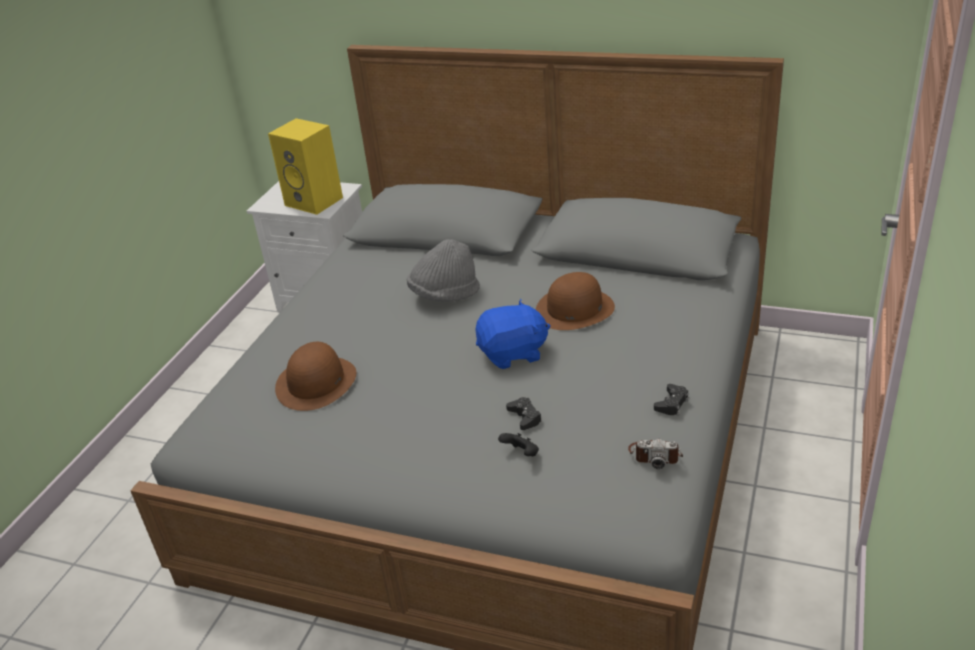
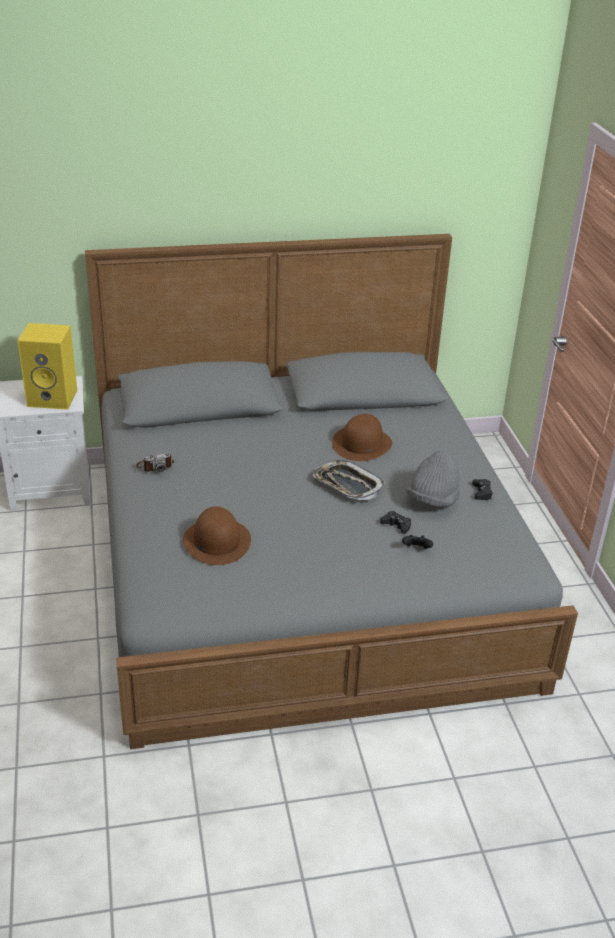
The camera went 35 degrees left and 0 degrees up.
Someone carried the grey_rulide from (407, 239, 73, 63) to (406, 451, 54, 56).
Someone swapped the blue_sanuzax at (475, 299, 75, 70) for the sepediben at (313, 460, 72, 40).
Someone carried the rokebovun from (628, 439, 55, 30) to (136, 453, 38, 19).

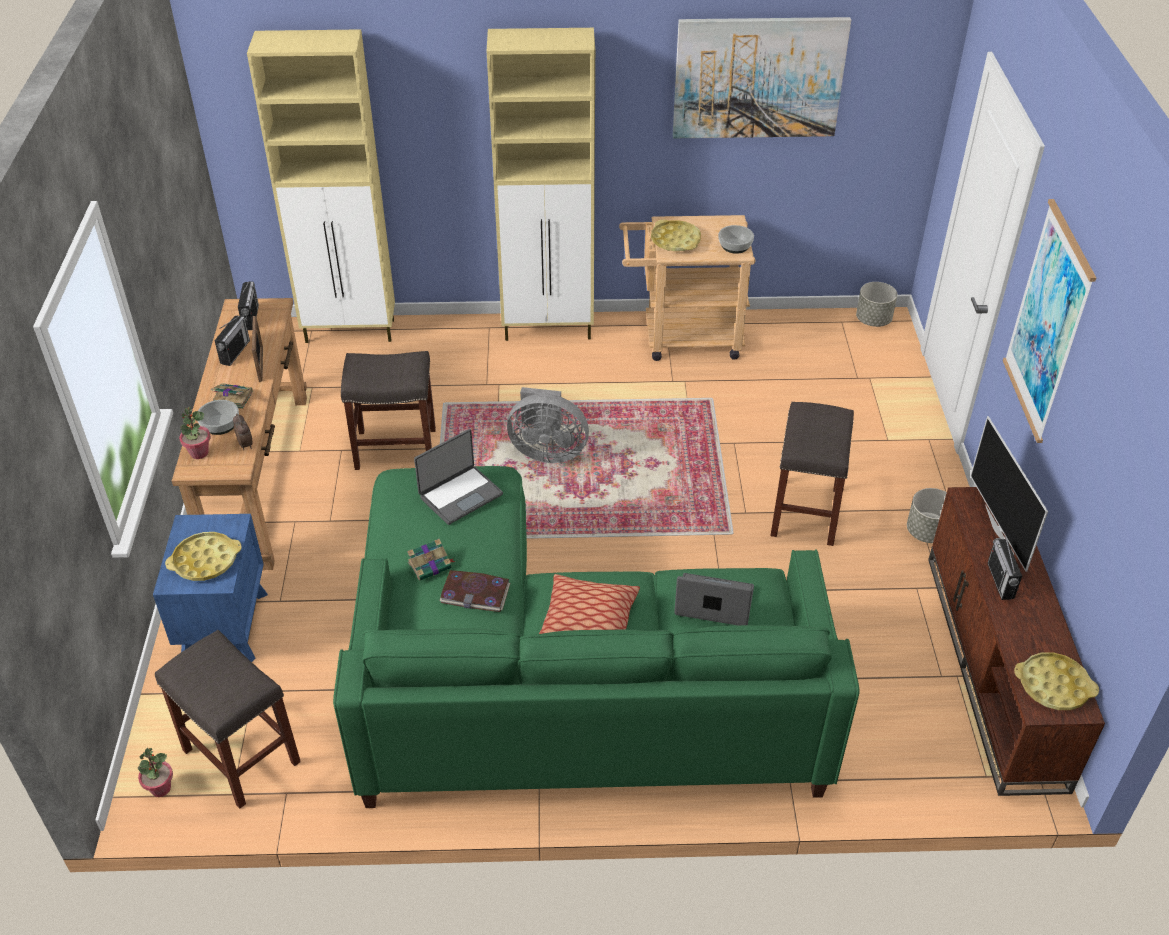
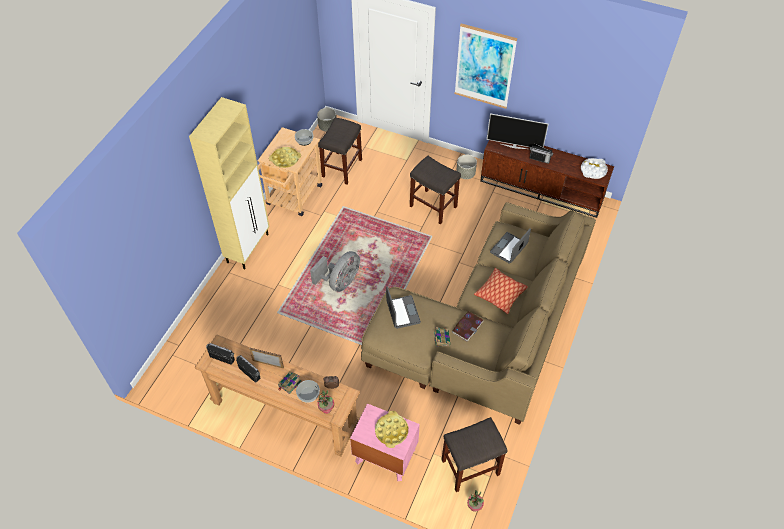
The camera went 65 degrees left and 10 degrees up.
Someone took away the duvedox at (673, 17, 178, 121).
Someone took away the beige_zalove at (247, 29, 148, 314).
Someone carried the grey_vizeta from (341, 351, 95, 119) to (318, 117, 44, 67).
Someone repainted the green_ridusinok at (333, 466, 526, 342), which became the beige_ridusinok at (361, 202, 235, 223).
Someone repainted the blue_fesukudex at (153, 514, 115, 148), which became the pink_fesukudex at (350, 403, 70, 78).
Someone repainted the yellow_sepediben at (1014, 652, 85, 58), which became the white_sepediben at (581, 158, 27, 21).

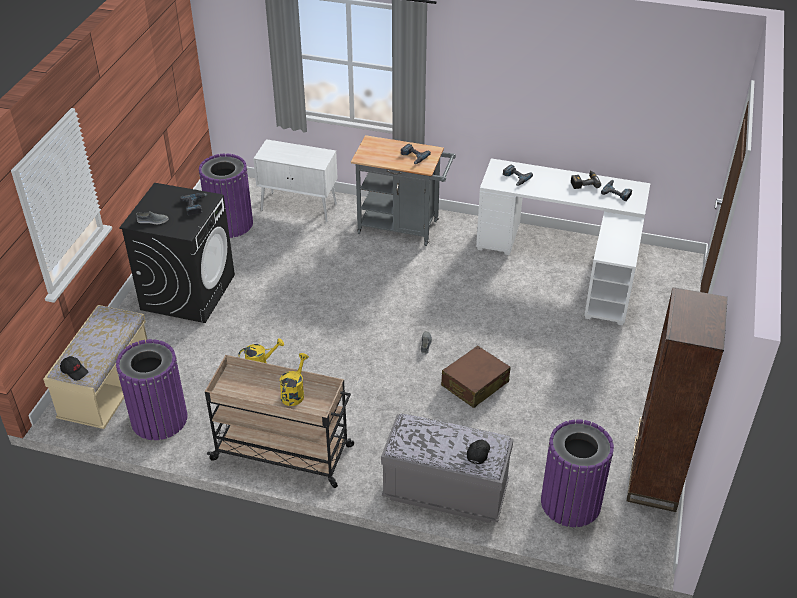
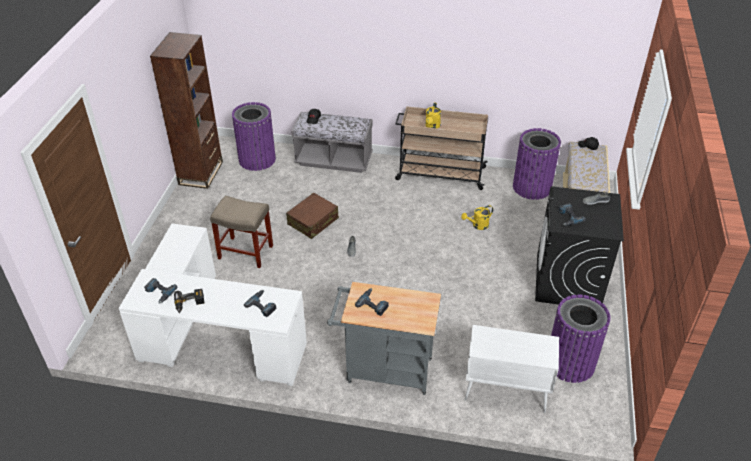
The camera went 175 degrees right and 0 degrees up.
Someone put down the beige_vizeta at (210, 195, 63, 73).

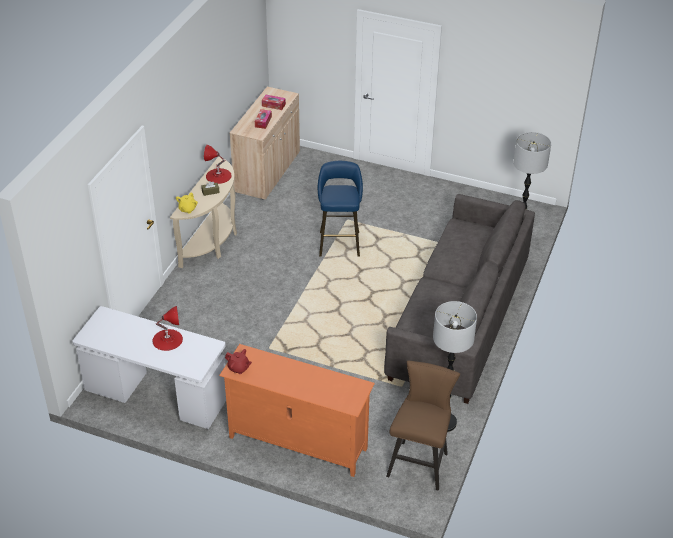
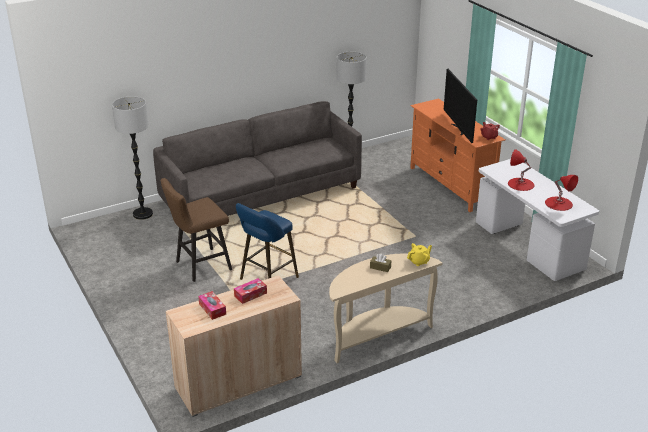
The camera went 140 degrees left and 10 degrees down.
Someone carried the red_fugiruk from (204, 145, 28, 39) to (545, 175, 33, 36).
Someone carried the brown_vizeta from (386, 361, 74, 130) to (161, 178, 71, 104).
Someone put down the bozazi at (444, 69, 33, 74).

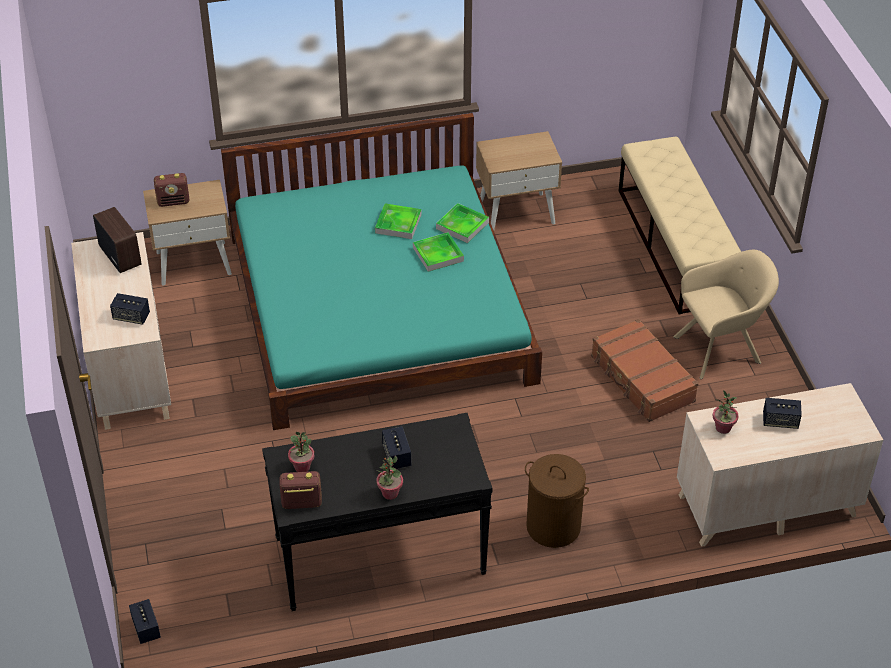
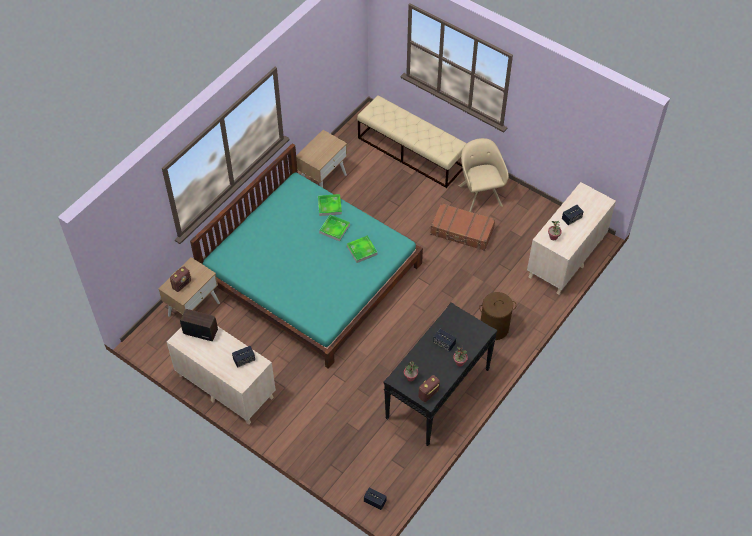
The camera went 40 degrees left and 10 degrees up.
Someone carried the sepediben from (375, 204, 47, 35) to (347, 236, 31, 27).
Someone rotated the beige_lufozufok at (673, 250, 106, 129) by 45 degrees counterclockwise.

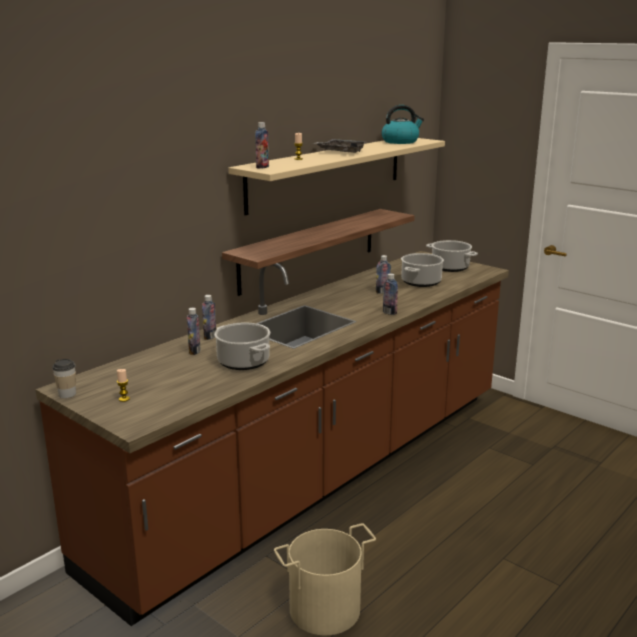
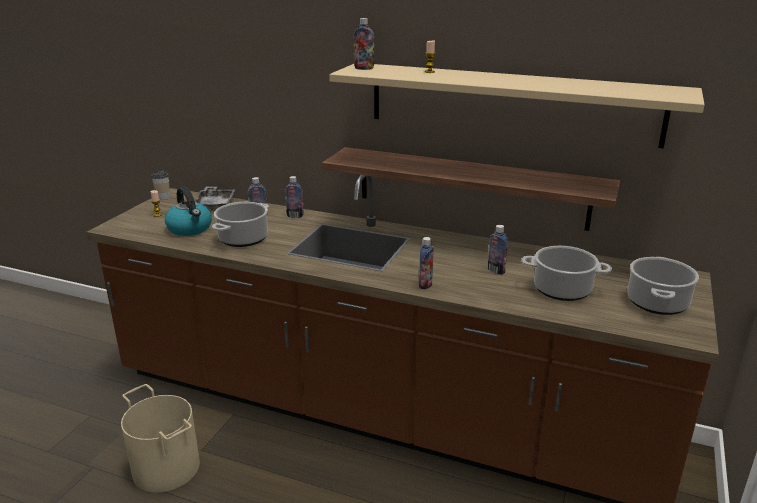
The camera went 70 degrees right and 5 degrees up.
Someone carried the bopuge from (381, 105, 43, 39) to (165, 187, 47, 49).
Someone carried the grey_sepediben from (314, 139, 52, 14) to (195, 186, 41, 25).

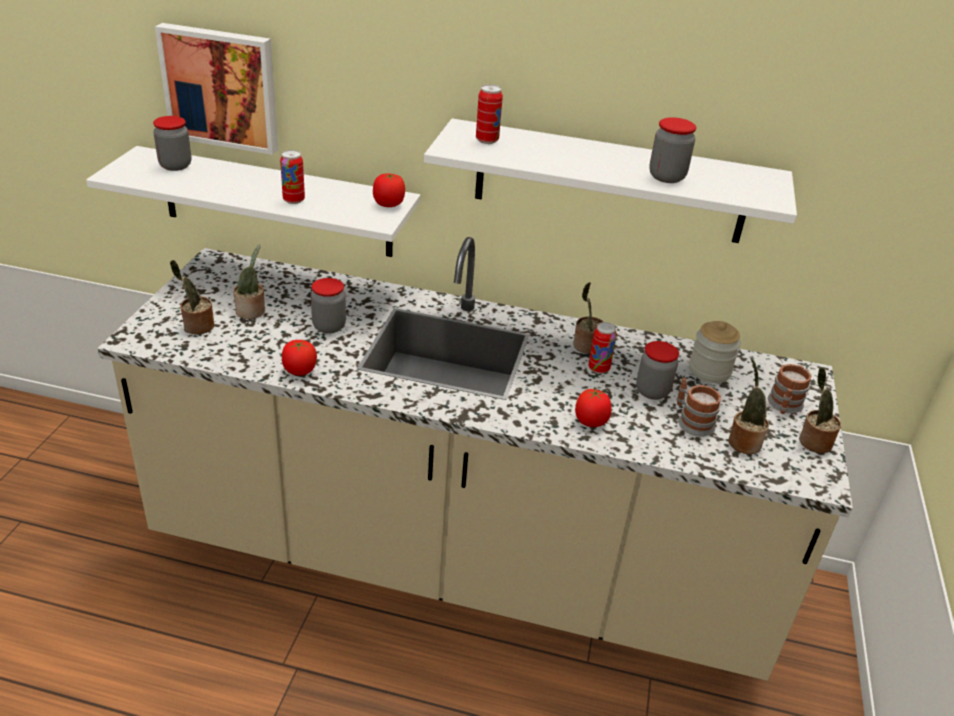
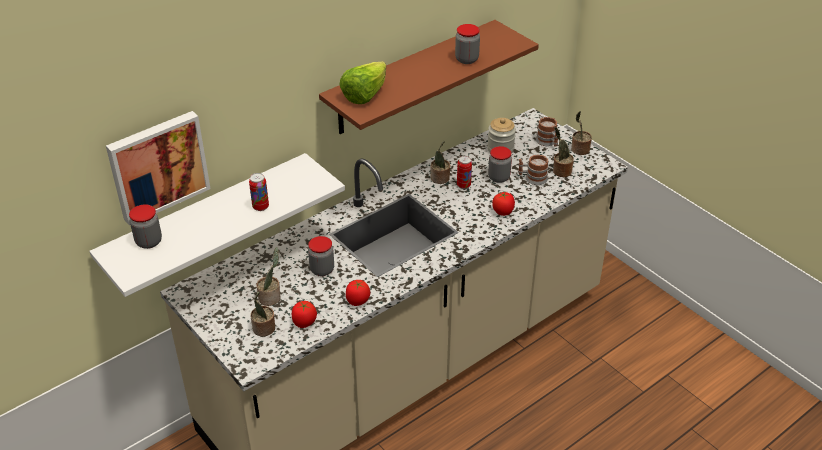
The camera went 50 degrees left and 5 degrees up.
Someone swapped the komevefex at (476, 85, 27, 59) for the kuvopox at (339, 61, 47, 43).
Someone repainted the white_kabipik at (424, 118, 373, 125), which became the brown_kabipik at (319, 20, 220, 114).
Someone carried the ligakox from (373, 173, 32, 34) to (292, 301, 25, 27).

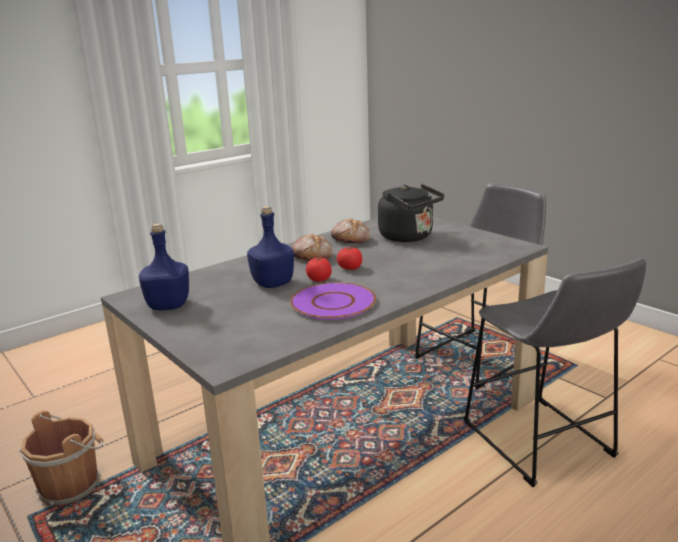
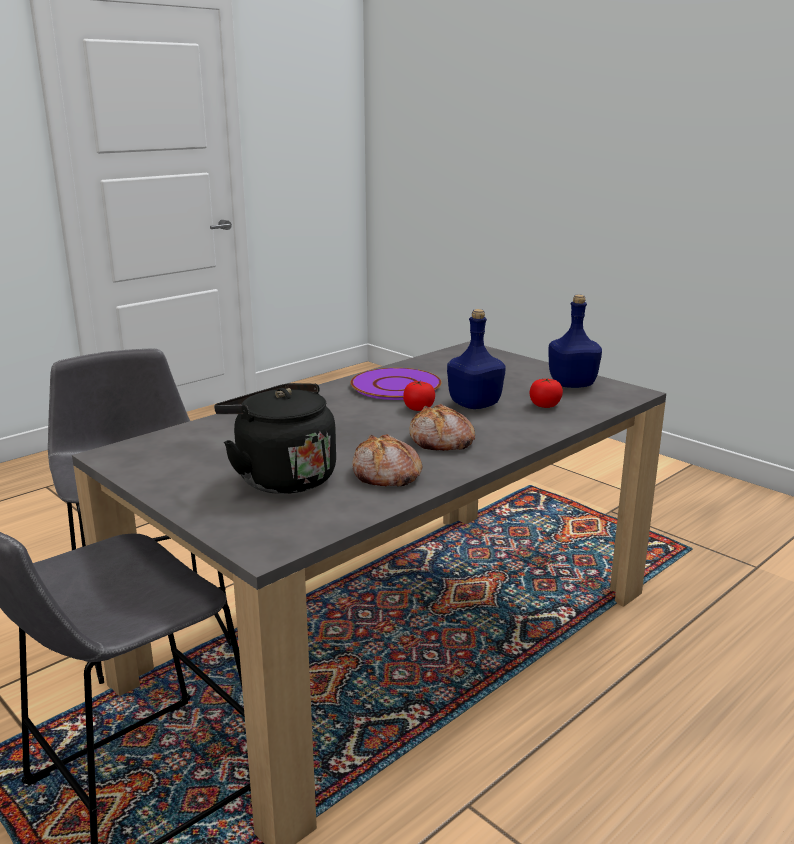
The camera went 175 degrees right and 0 degrees up.
Someone carried the ligakox from (337, 247, 25, 23) to (530, 378, 33, 30).
Someone took away the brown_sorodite at (19, 410, 84, 96).

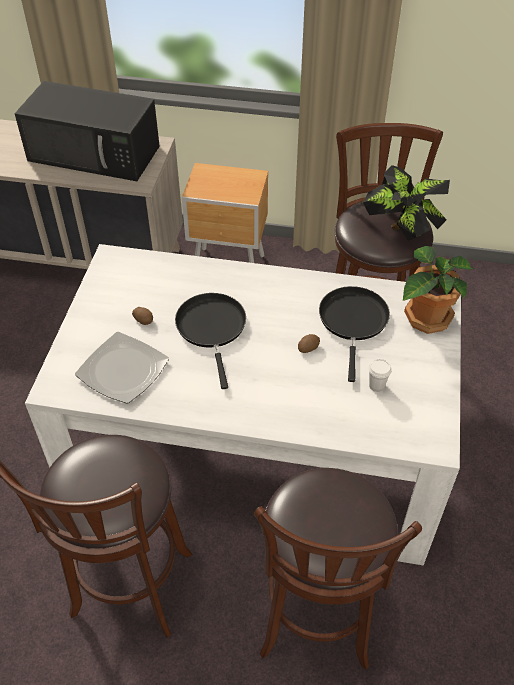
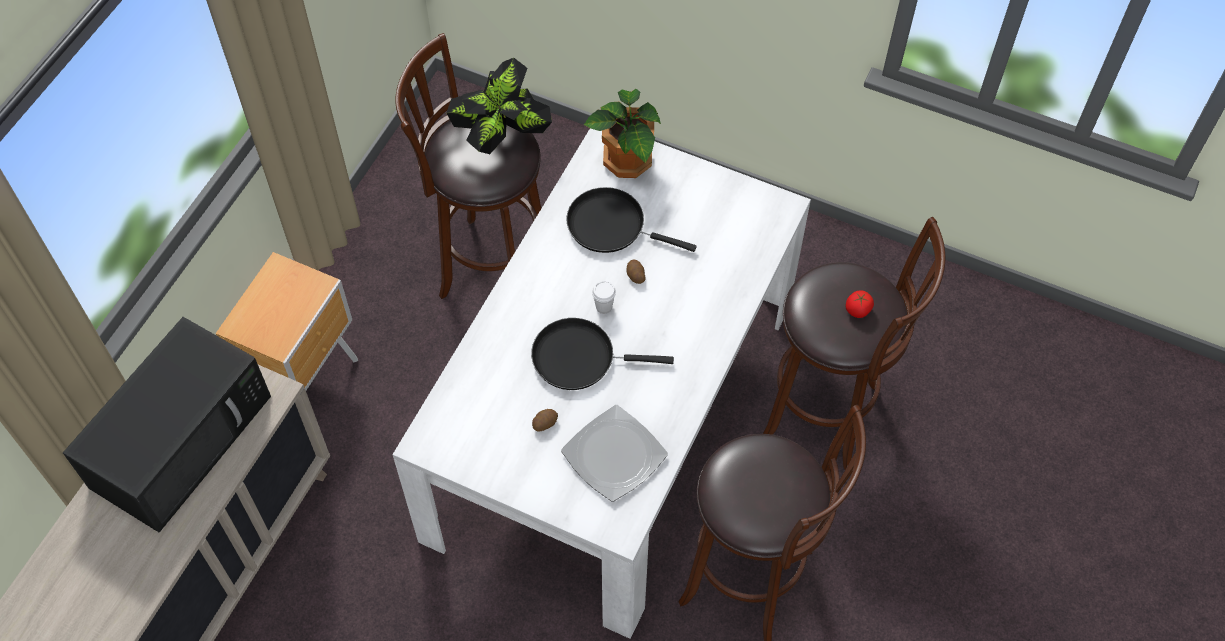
The camera went 75 degrees left and 10 degrees up.
Someone carried the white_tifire from (368, 358, 24, 34) to (592, 281, 24, 33).
Someone put down the ligakox at (845, 291, 29, 27).

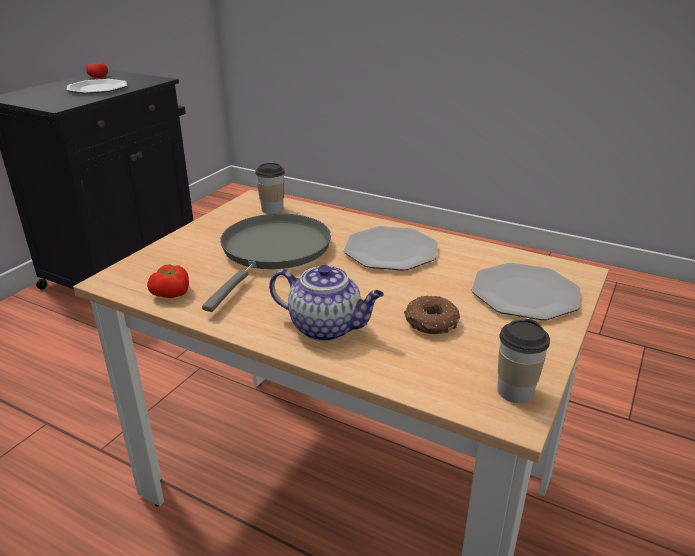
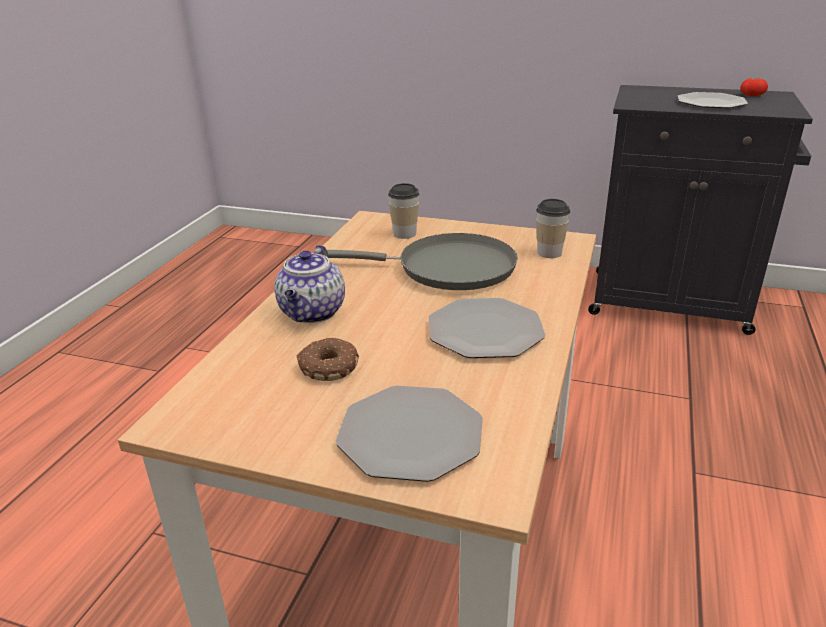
The camera went 80 degrees right and 0 degrees up.
Someone took away the ligakox at (147, 264, 42, 34).
Someone carried the tifire from (497, 319, 53, 84) to (388, 183, 31, 56).

